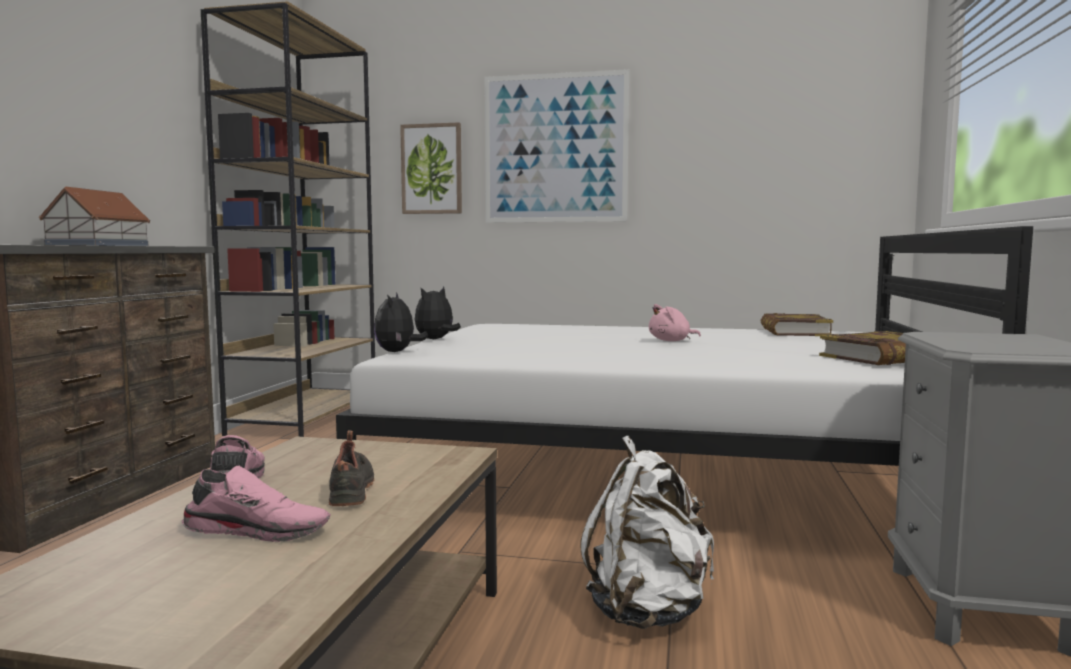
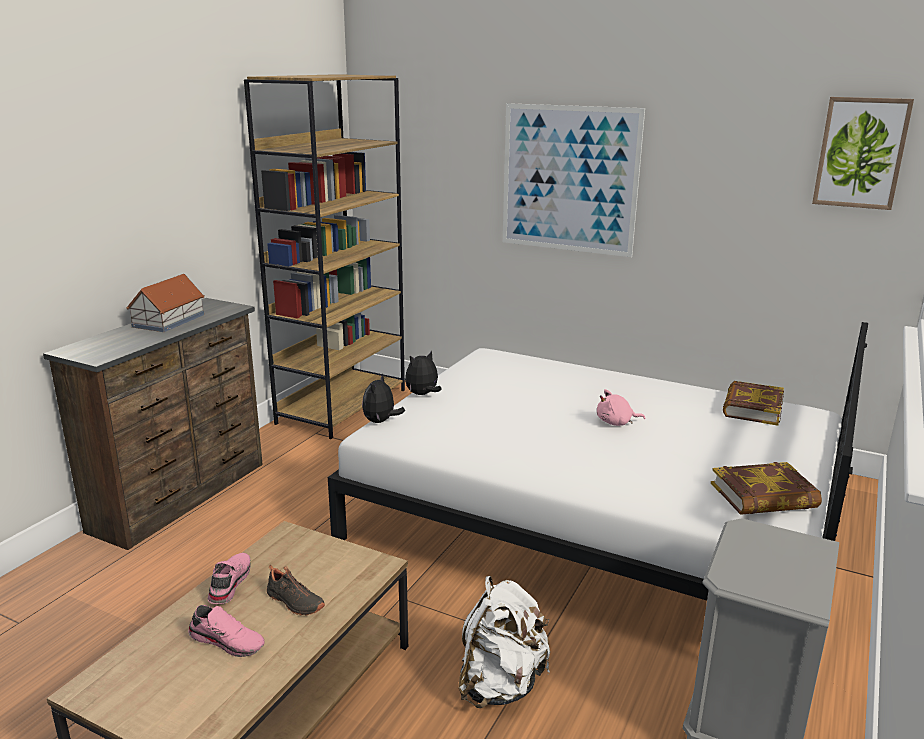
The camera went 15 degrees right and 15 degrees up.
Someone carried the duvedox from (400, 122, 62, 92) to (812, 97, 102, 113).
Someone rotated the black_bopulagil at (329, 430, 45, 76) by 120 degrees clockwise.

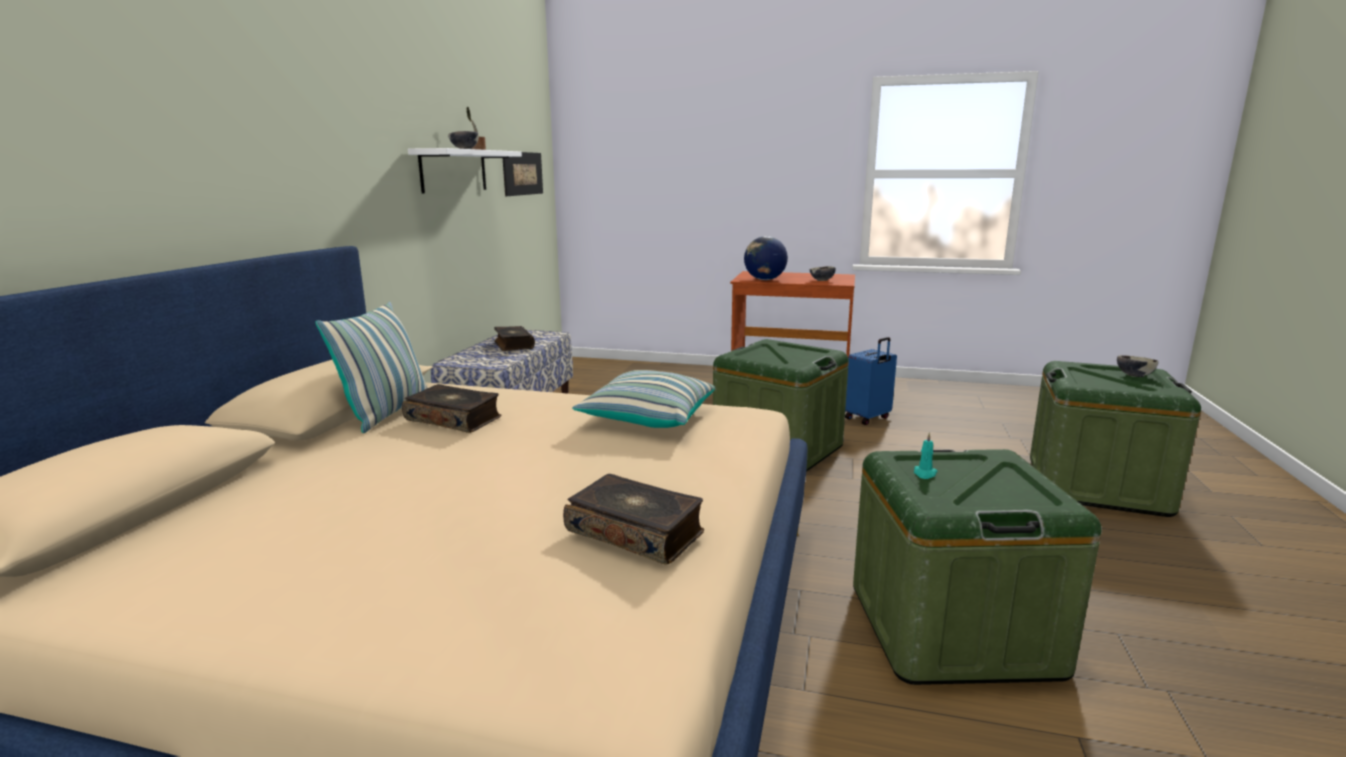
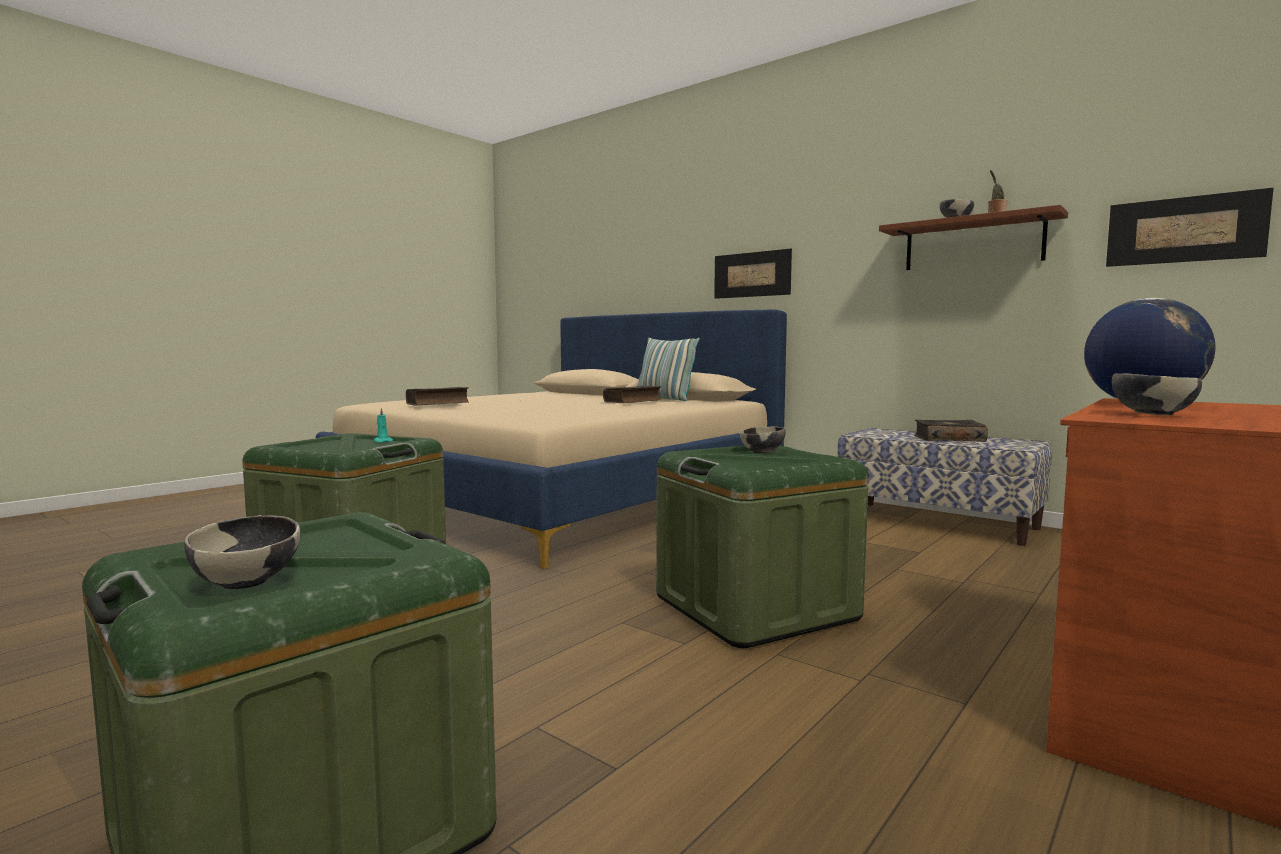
The camera went 115 degrees right and 10 degrees down.
Someone repainted the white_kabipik at (408, 148, 114, 45), which became the brown_kabipik at (879, 205, 189, 65).
Someone took away the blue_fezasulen at (845, 337, 52, 88).
Someone took away the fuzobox at (572, 370, 143, 58).
Someone put up the duvedox at (714, 249, 78, 50).
Someone put down the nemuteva at (739, 426, 47, 28).

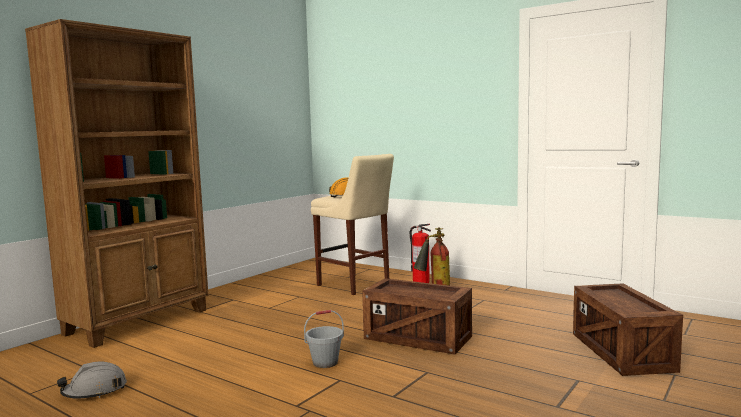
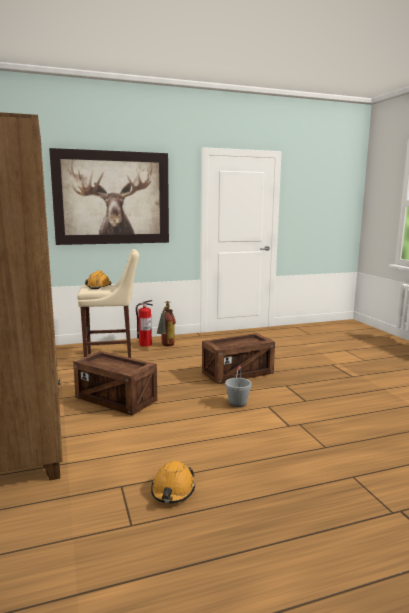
The camera went 55 degrees left and 5 degrees up.
Someone carried the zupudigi from (573, 284, 110, 92) to (73, 351, 84, 65).
Someone repainted the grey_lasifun at (57, 362, 70, 37), which became the orange_lasifun at (151, 461, 44, 42).
Someone put up the duvedox at (49, 148, 120, 97).

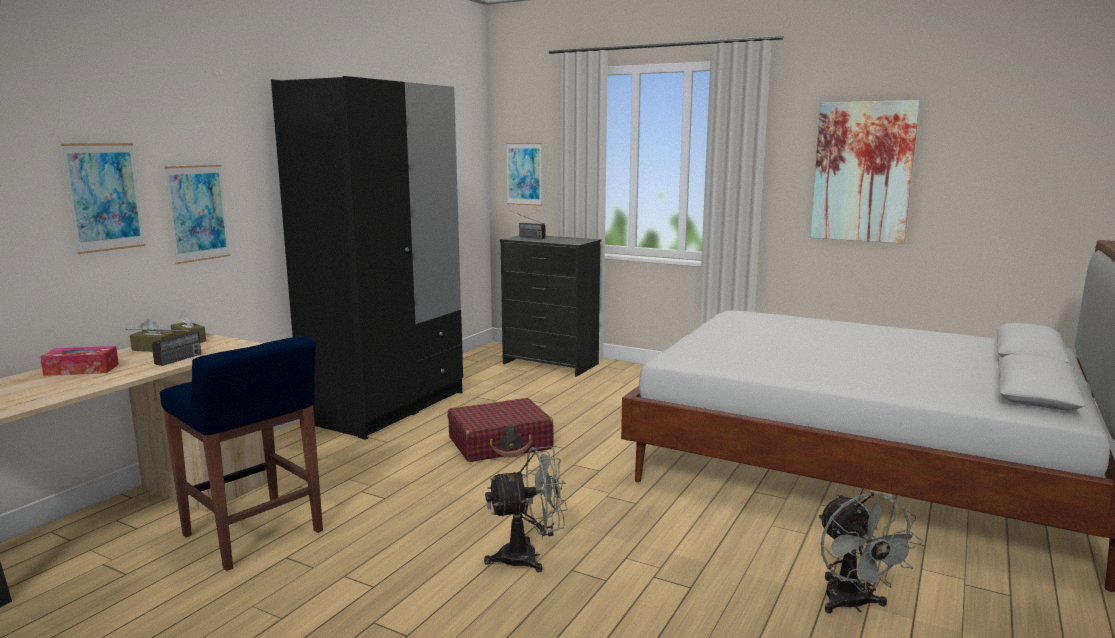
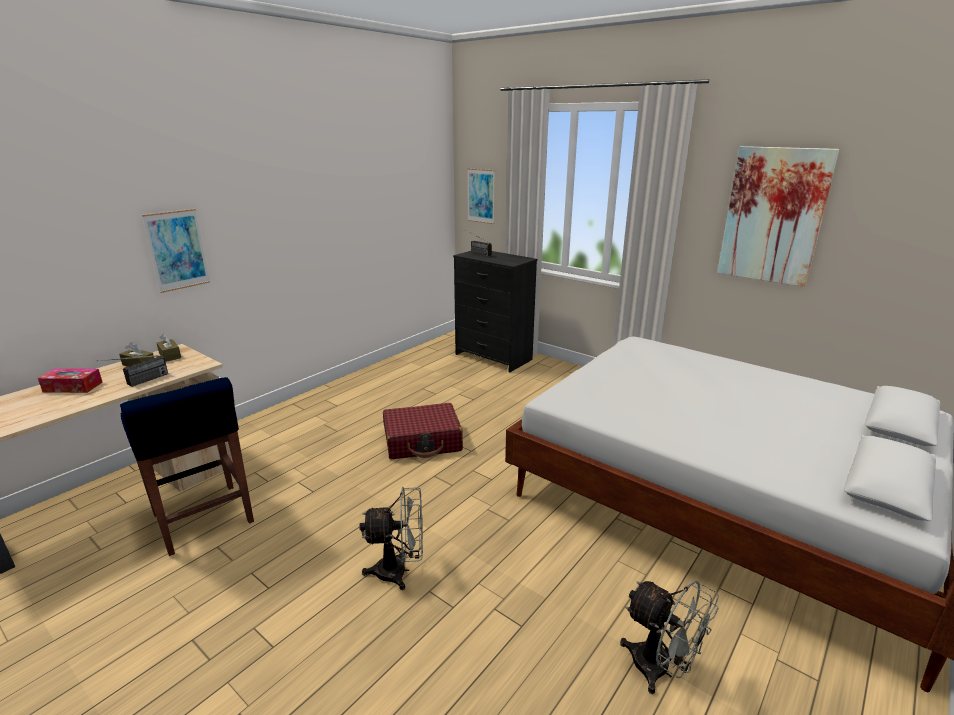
The camera went 10 degrees right and 10 degrees up.
Someone took away the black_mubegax at (271, 76, 192, 364).
Someone took away the duvedox at (61, 143, 85, 111).
Someone rotated the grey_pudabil at (819, 492, 104, 121) by 45 degrees counterclockwise.

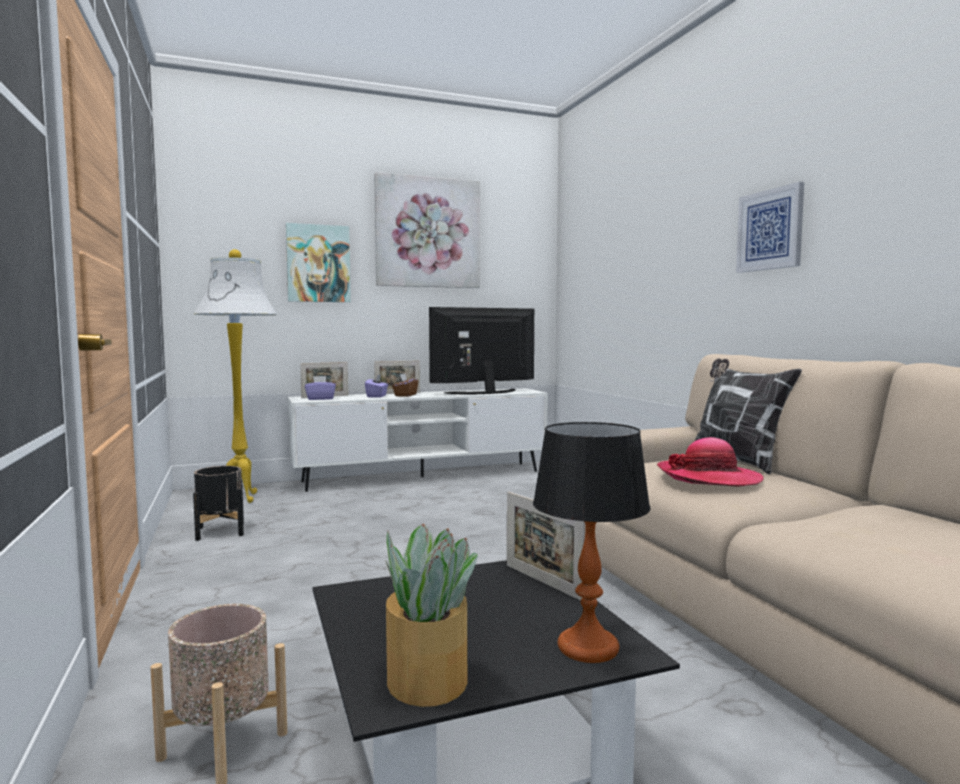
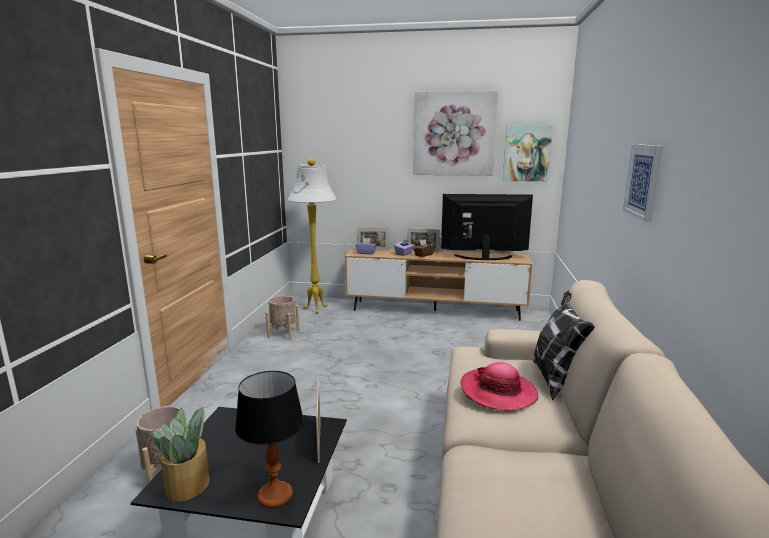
The camera went 30 degrees right and 10 degrees up.
Someone carried the duvedox from (286, 223, 65, 79) to (503, 125, 50, 57).
Someone repainted the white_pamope at (288, 388, 260, 104), which became the brown_pamope at (345, 247, 187, 74).
Someone repainted the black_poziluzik at (193, 466, 51, 75), which became the beige_poziluzik at (265, 296, 35, 44).

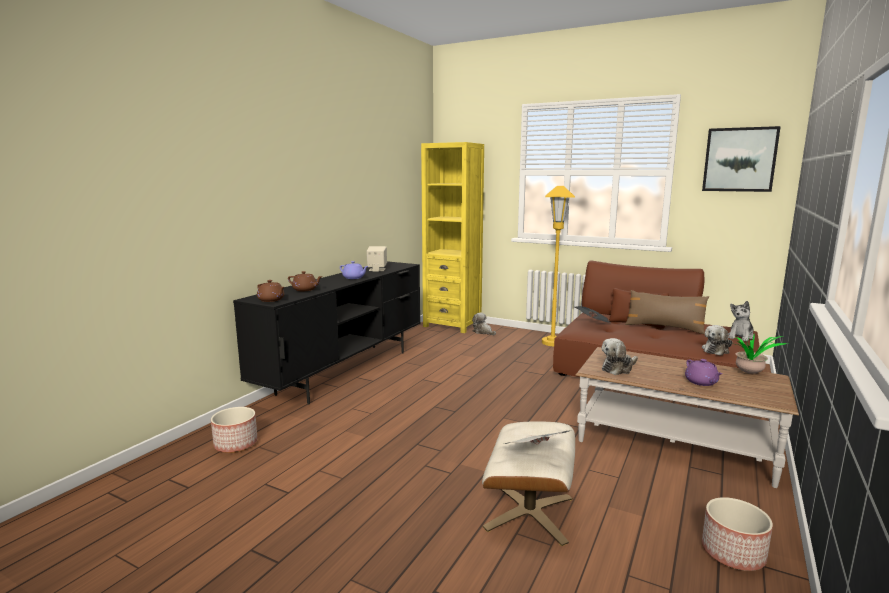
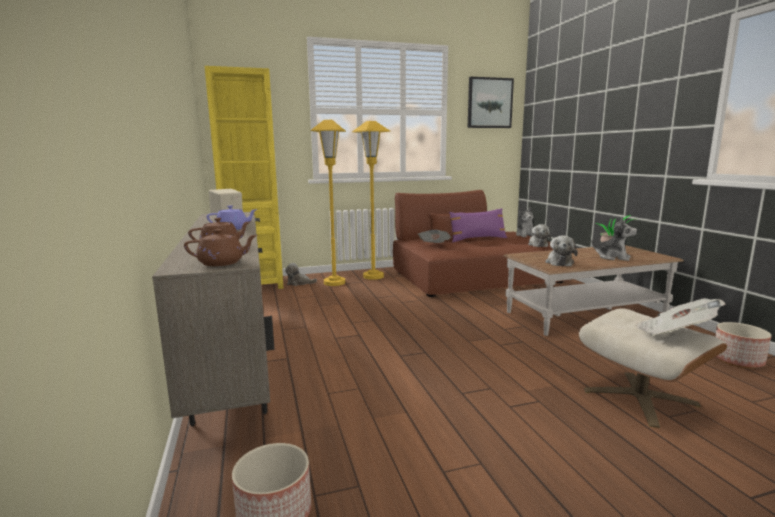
The camera went 45 degrees left and 0 degrees up.
Someone repainted the black_pamope at (233, 261, 187, 144), which became the beige_pamope at (152, 212, 122, 214).
Someone repainted the brown_fuzobox at (625, 290, 84, 44), which became the purple_fuzobox at (449, 208, 58, 34).
Someone swapped the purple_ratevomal at (685, 359, 37, 27) for the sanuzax at (591, 217, 46, 44).
Someone put down the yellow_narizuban at (311, 120, 35, 166).

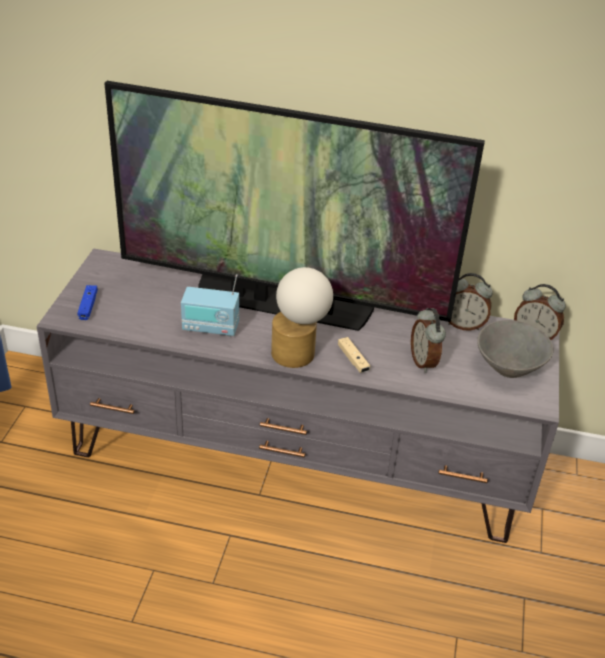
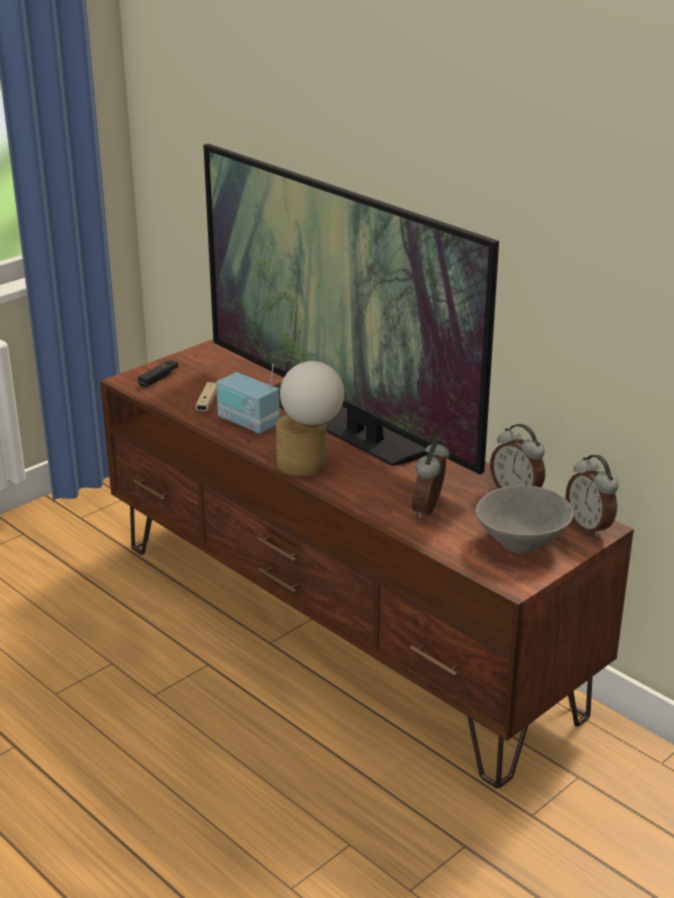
The camera went 35 degrees right and 10 degrees down.
Someone repainted the grey_pamope at (36, 249, 523, 294), which became the brown_pamope at (100, 339, 534, 450).
Someone repainted the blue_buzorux at (77, 285, 21, 35), which became the black_buzorux at (138, 360, 41, 27).
Someone carried the beige_buzorux from (338, 337, 32, 36) to (196, 382, 21, 29).

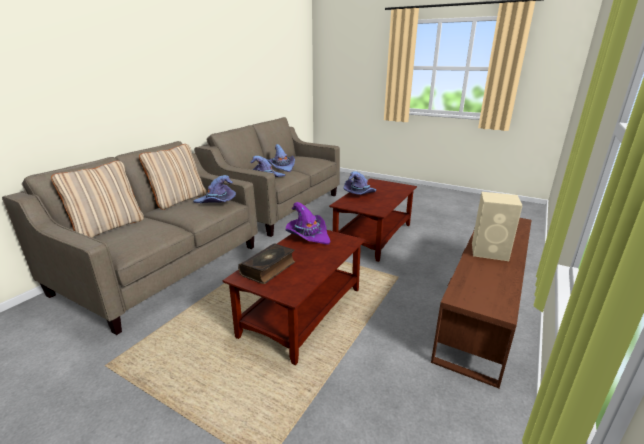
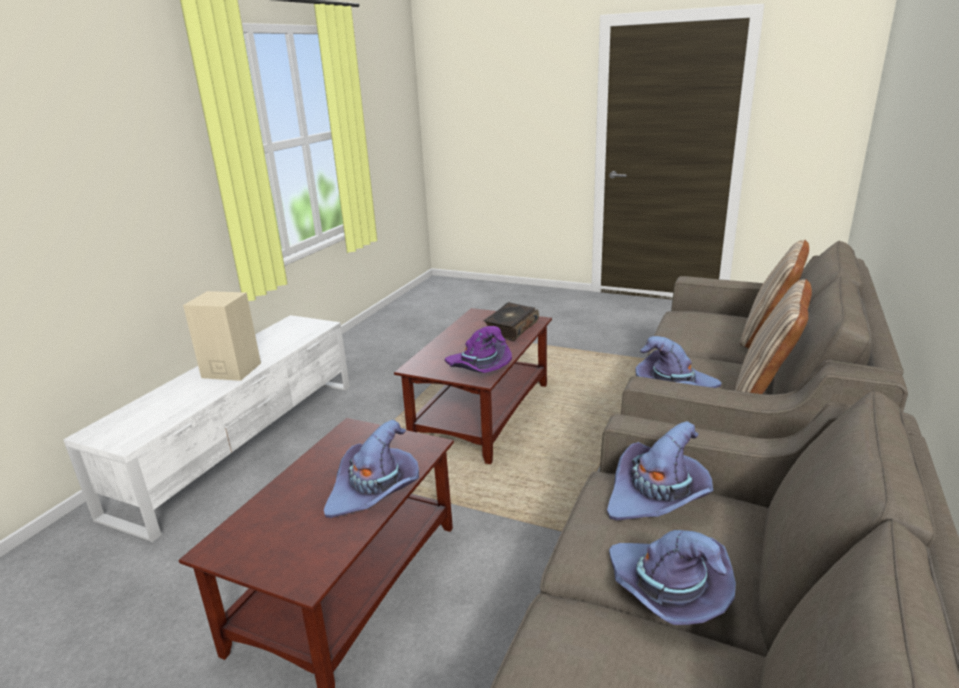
The camera went 175 degrees right and 0 degrees up.
Someone repainted the brown_pamope at (431, 218, 100, 171), which became the white_pamope at (63, 315, 287, 227).

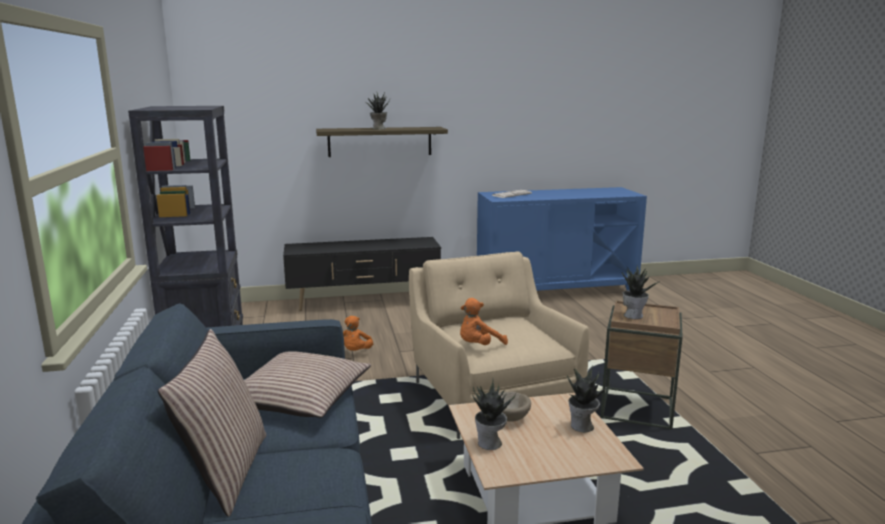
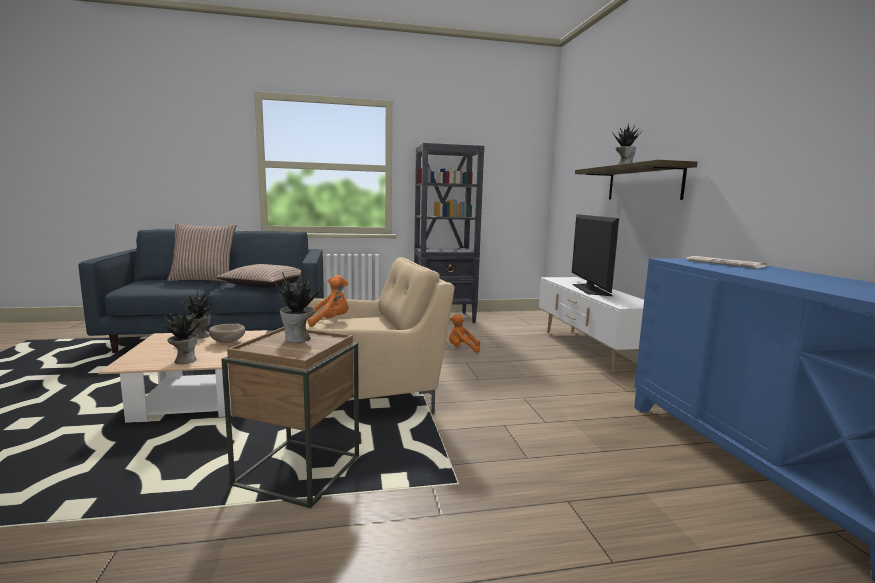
The camera went 90 degrees right and 5 degrees down.
Someone repainted the black_pamope at (283, 237, 158, 74), which became the white_pamope at (539, 277, 105, 98).
Someone rotated the orange_sanuzax at (460, 298, 48, 47) by 105 degrees clockwise.
Someone put down the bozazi at (572, 214, 47, 82).

